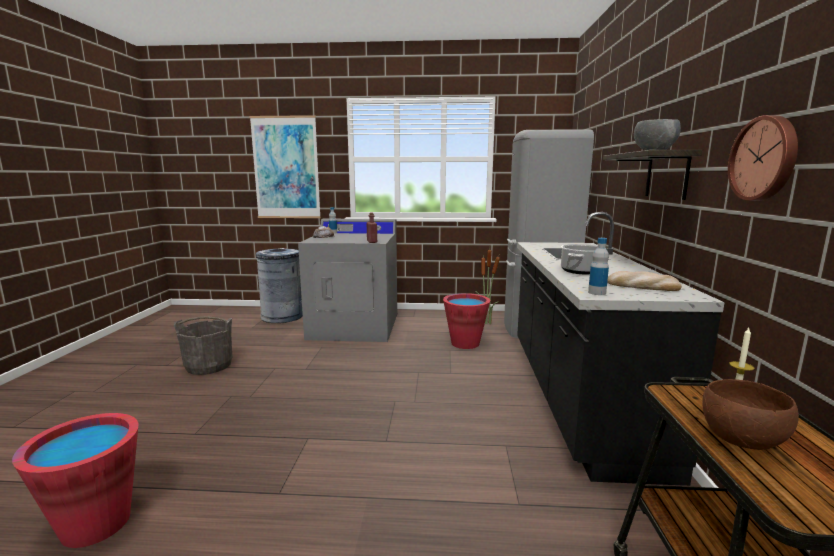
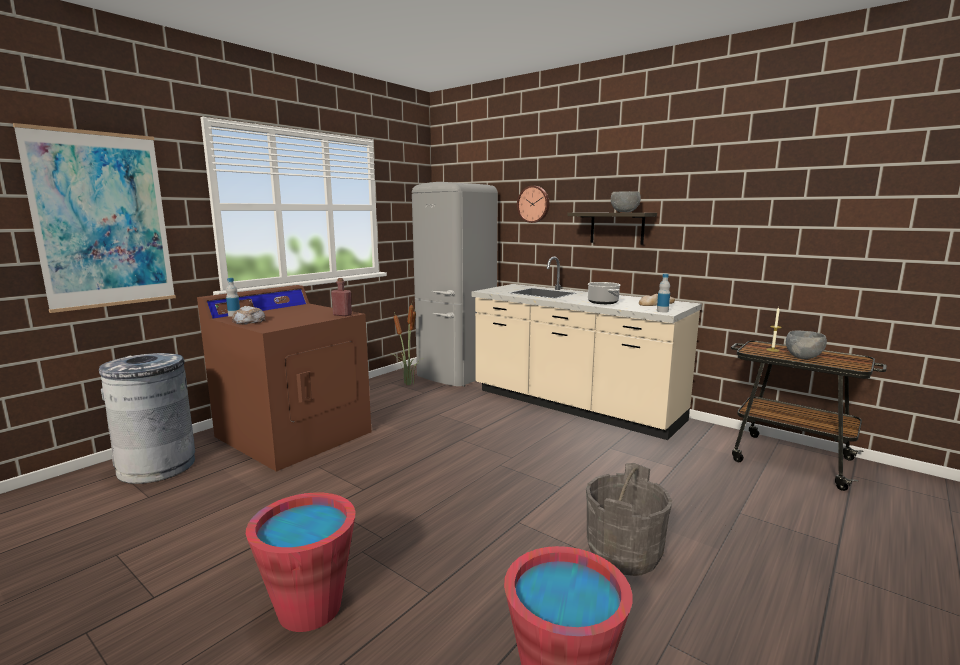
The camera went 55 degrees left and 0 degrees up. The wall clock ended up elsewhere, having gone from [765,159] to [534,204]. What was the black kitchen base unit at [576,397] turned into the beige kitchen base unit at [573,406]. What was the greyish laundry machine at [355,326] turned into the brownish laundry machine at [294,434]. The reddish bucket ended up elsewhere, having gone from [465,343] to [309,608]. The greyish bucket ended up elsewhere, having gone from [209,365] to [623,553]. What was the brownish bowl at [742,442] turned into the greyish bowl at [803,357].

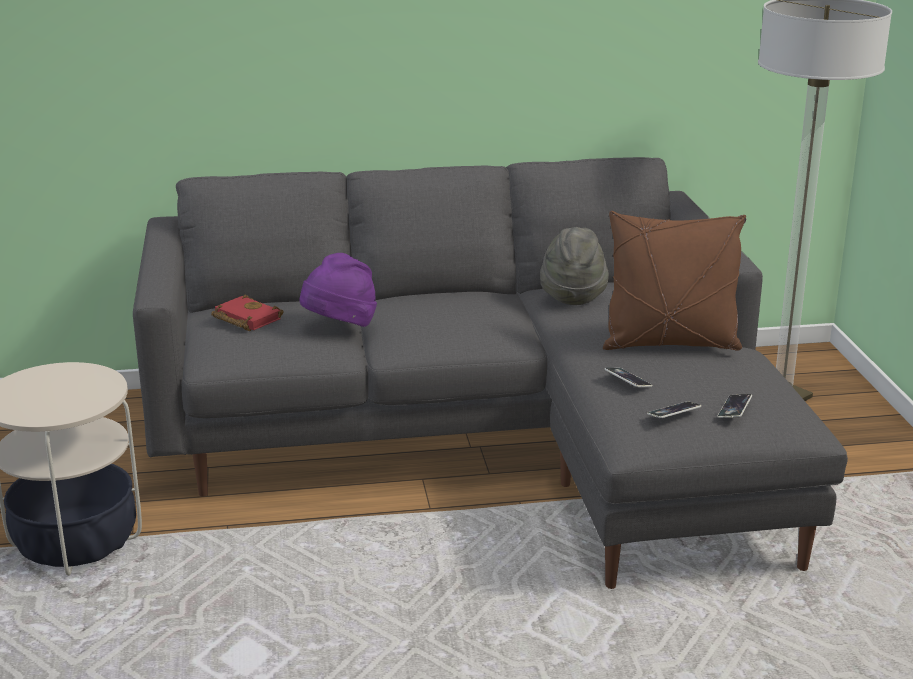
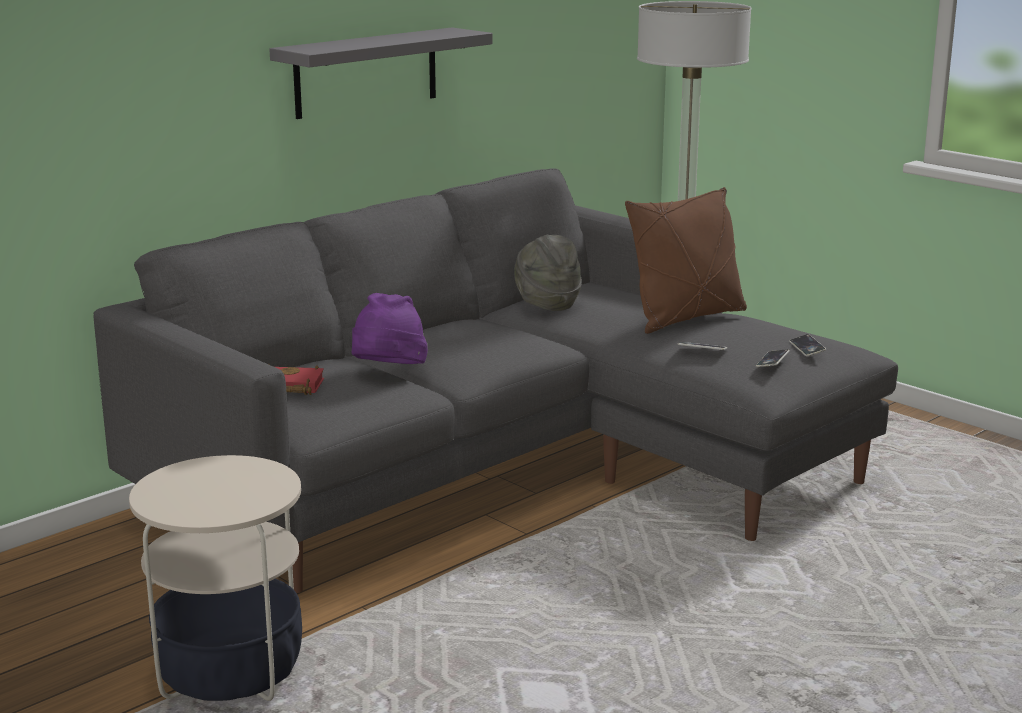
The camera went 35 degrees left and 5 degrees down. The second view gained the greyish bracket shelf at [366,72].

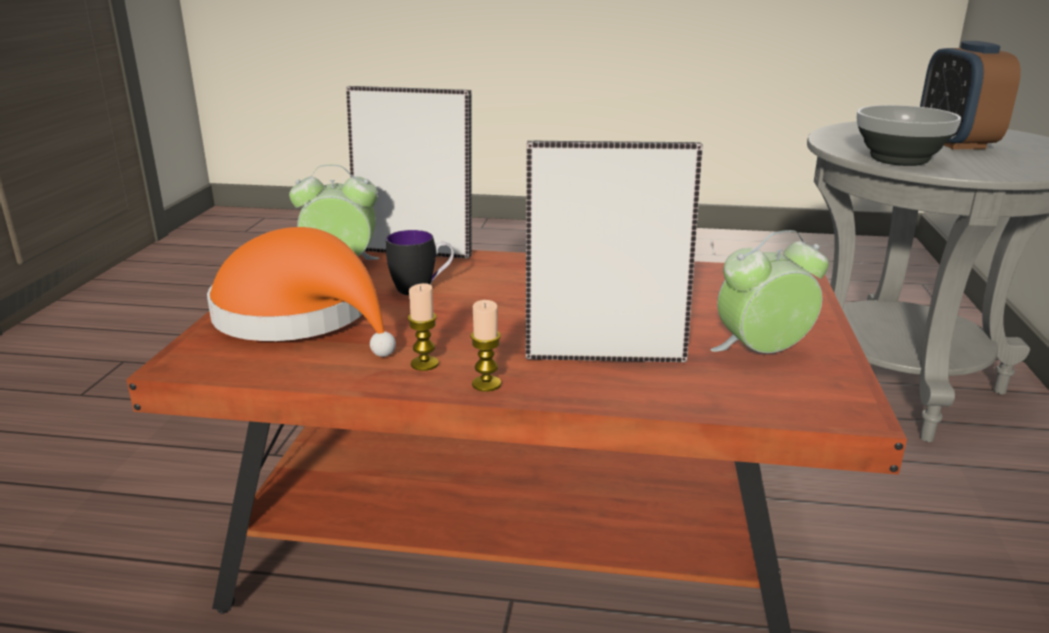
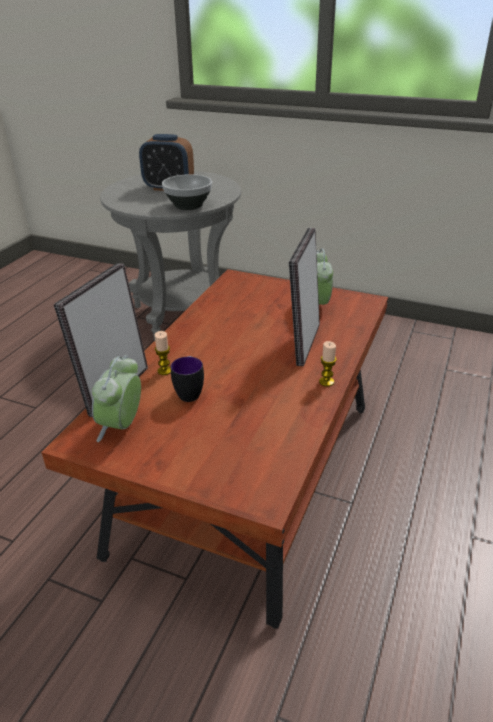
The camera went 75 degrees left and 10 degrees up. The second view lost the orange-coloured clothing hat at [302,318]. The wax candle ended up elsewhere, having gone from [424,364] to [164,371].

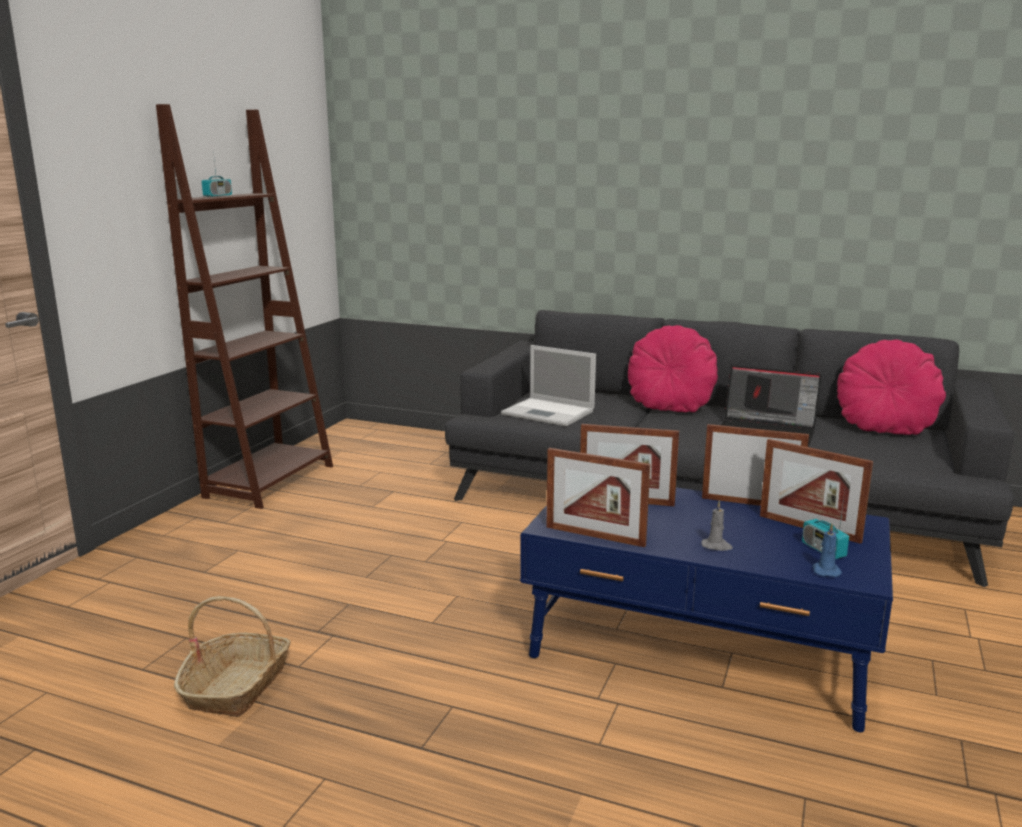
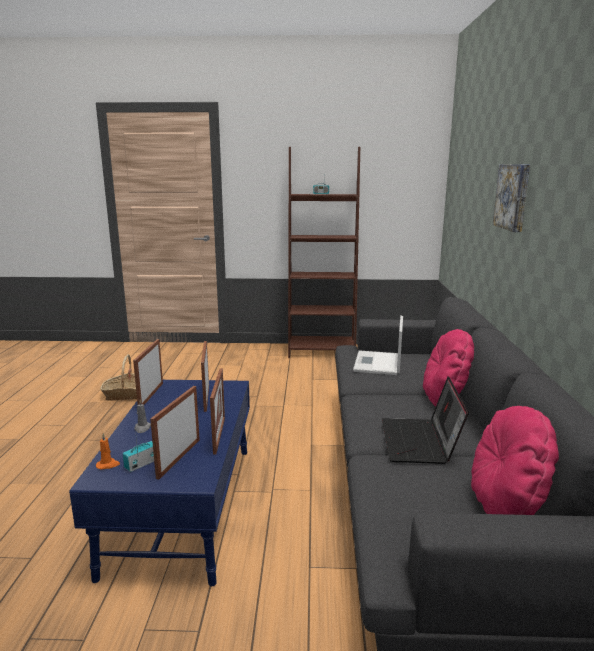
The camera went 70 degrees right and 0 degrees up. What was the blue wax candle at [825,571] turned into the orange-coloured wax candle at [108,465]. The second view gained the picture at [513,196].

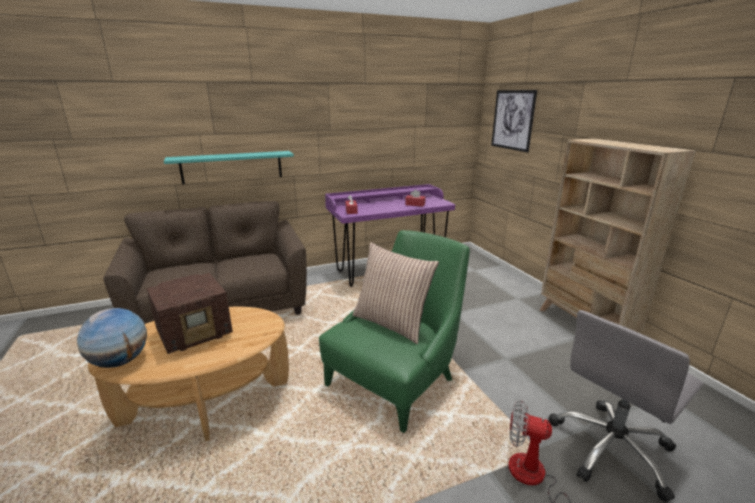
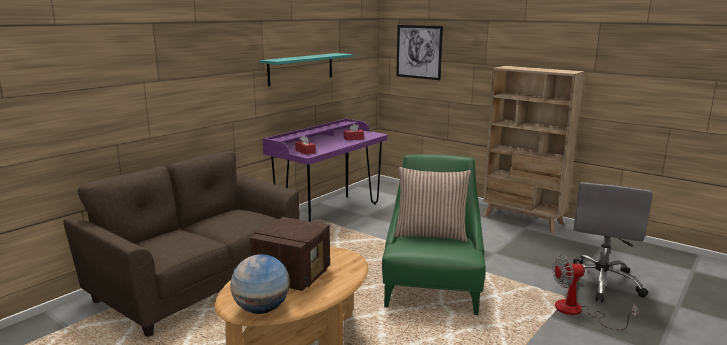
The camera went 30 degrees left and 5 degrees down. The turquoise-coloured bracket shelf ended up elsewhere, having gone from [232,167] to [301,69].

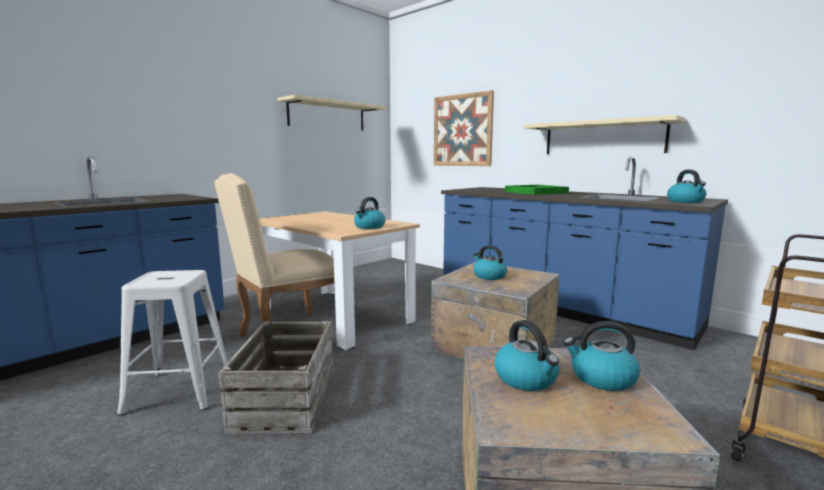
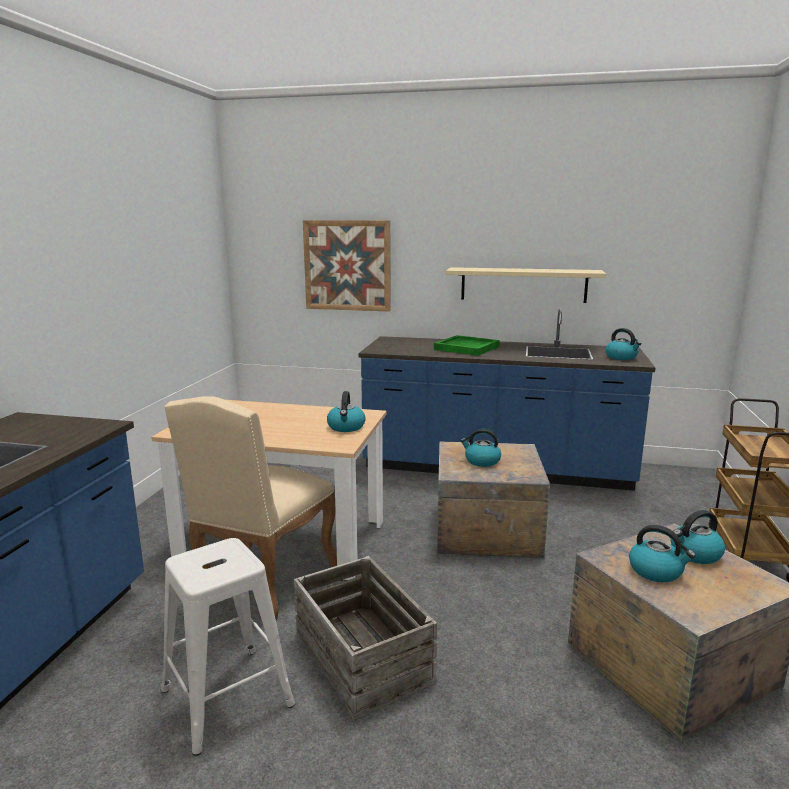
The camera went 30 degrees left and 5 degrees up. The second view lost the beige bracket shelf at [327,116].

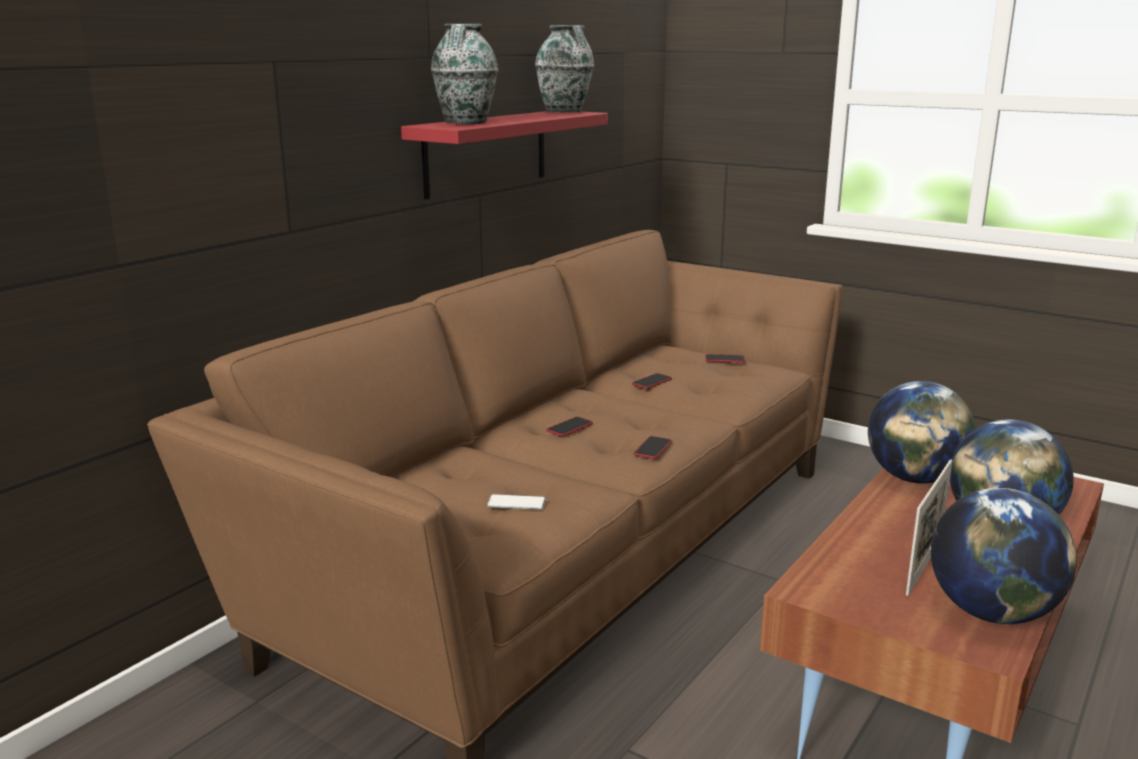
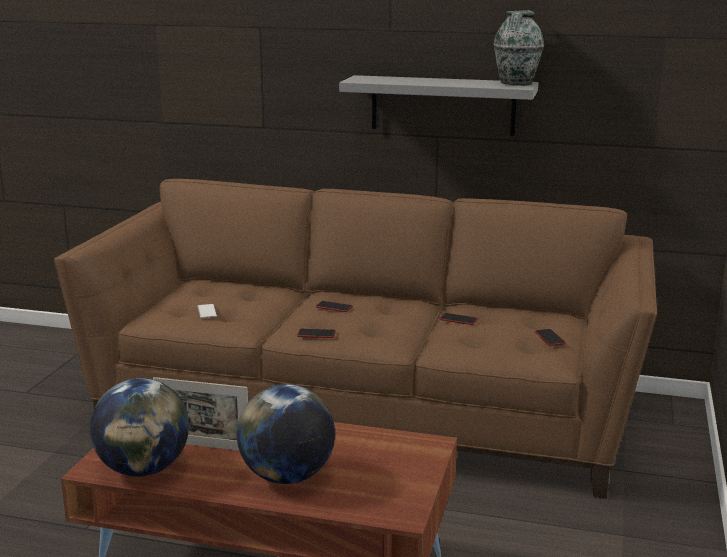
The camera went 70 degrees right and 0 degrees up. The second view lost the decorative vase at [466,122]. What was the reddish bracket shelf at [486,152] turned into the greyish bracket shelf at [443,105]. The second view lost the globe at [914,478].

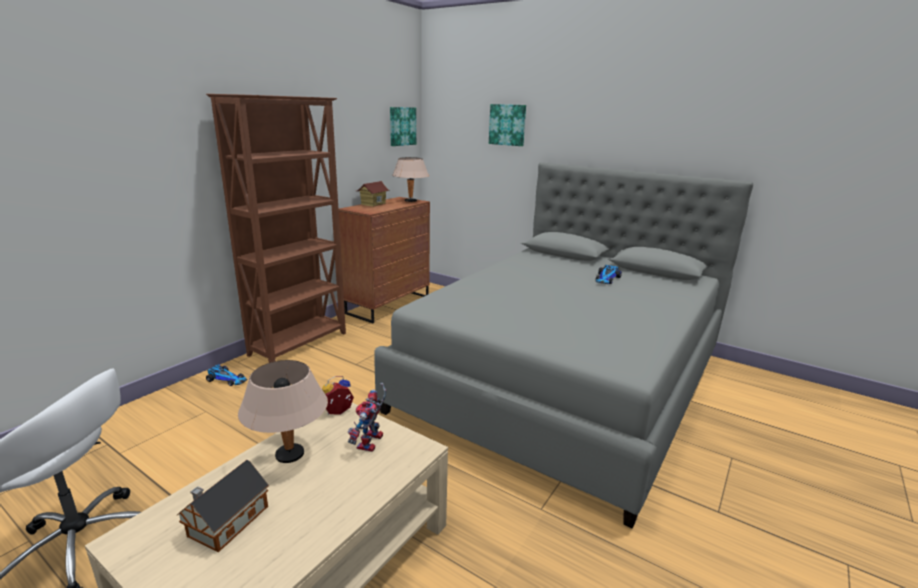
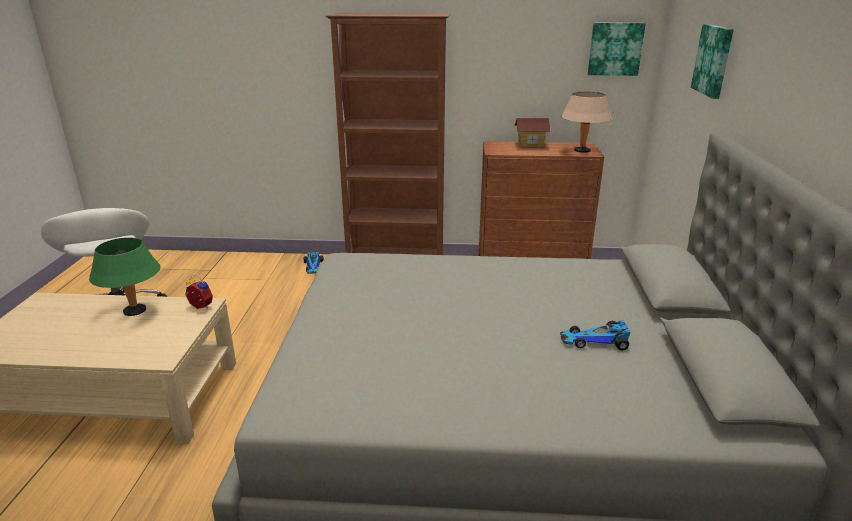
The camera went 60 degrees right and 5 degrees up. What was the beige tabletop lamp at [289,455] turned into the green-coloured tabletop lamp at [134,311]. The second view lost the robot figure at [371,444]. The second view lost the toy house at [225,523].

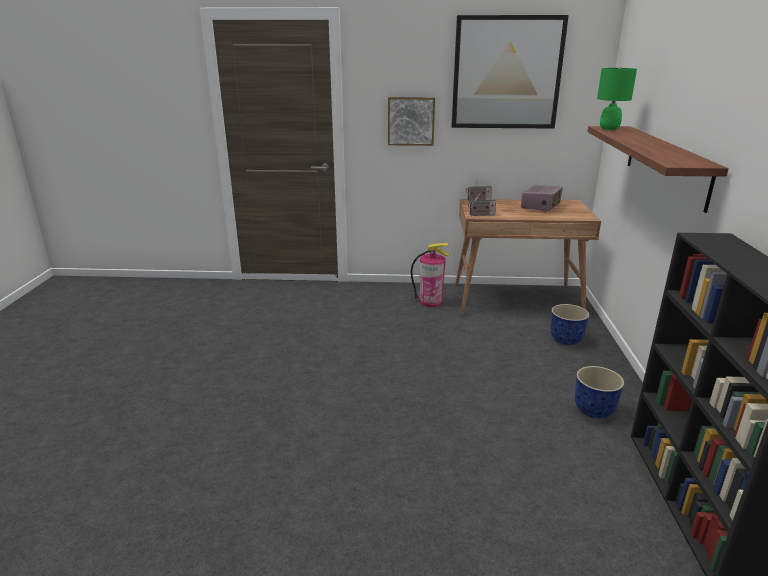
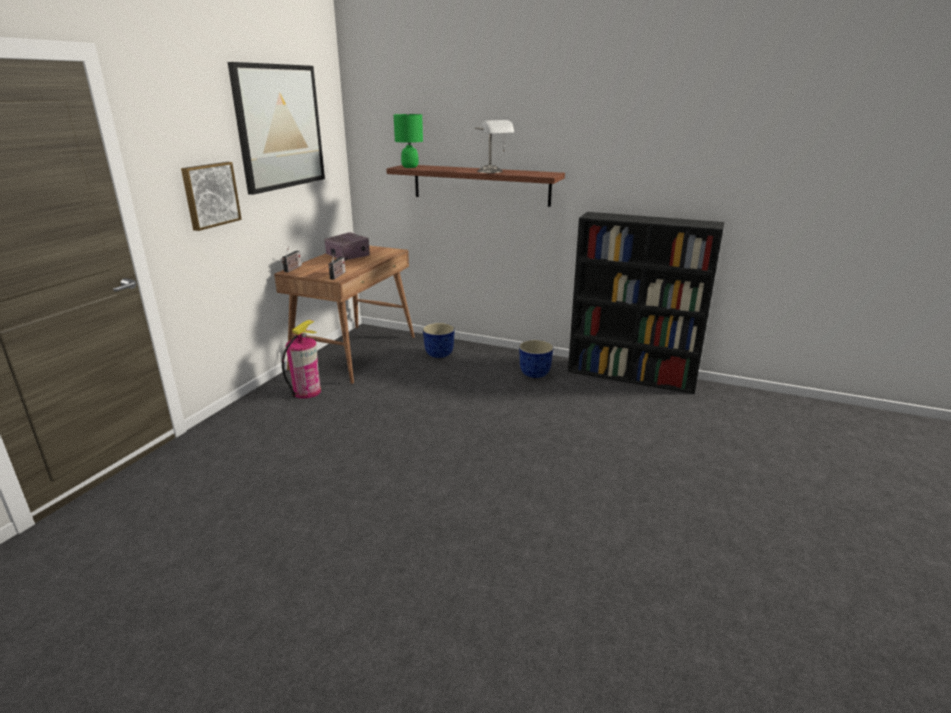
The camera went 70 degrees left and 0 degrees up. The second view gained the white tabletop lamp at [493,172].

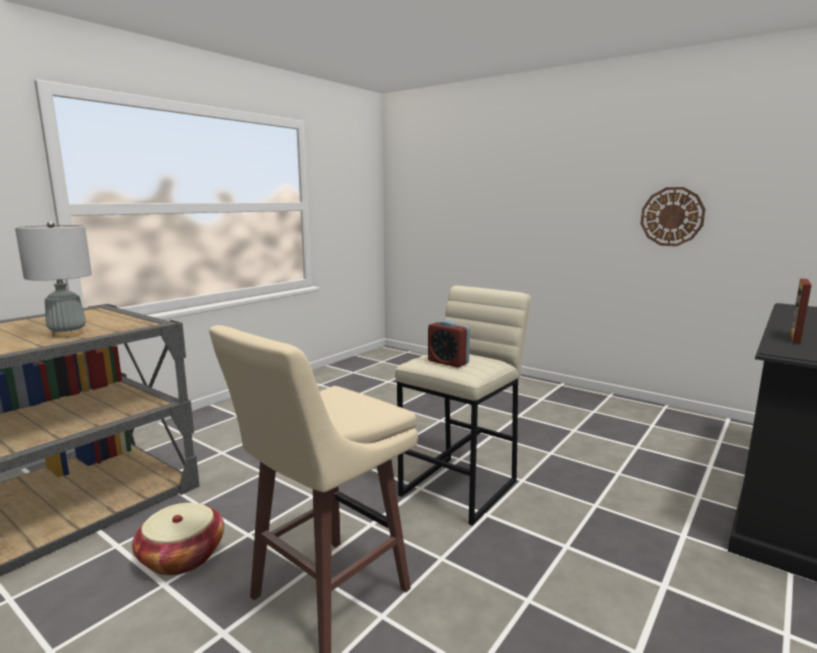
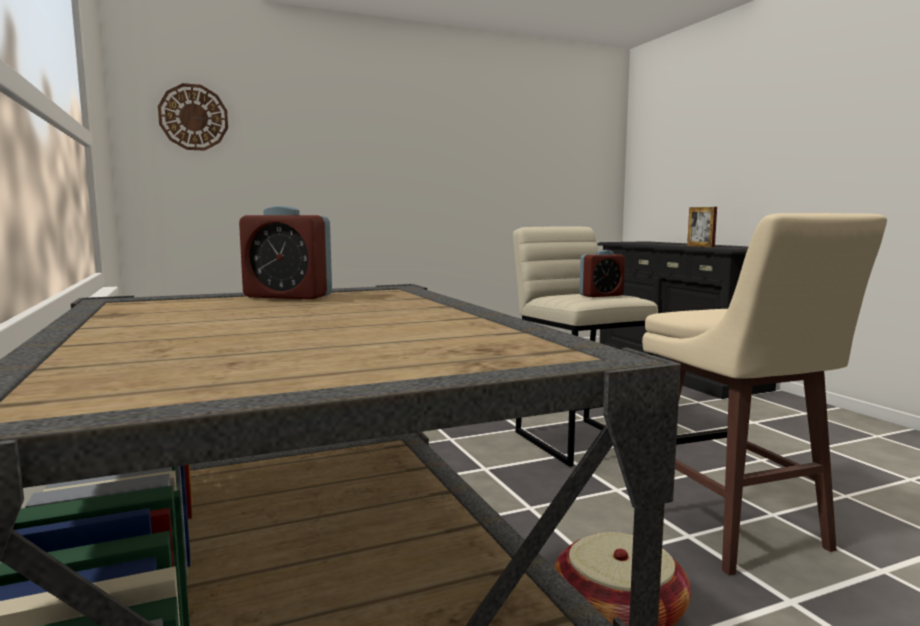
The camera went 60 degrees left and 5 degrees down. The wall clock ended up elsewhere, having gone from [672,216] to [193,117]. The second view lost the greyish tabletop lamp at [68,334]. The second view gained the bedside clock at [288,296].

